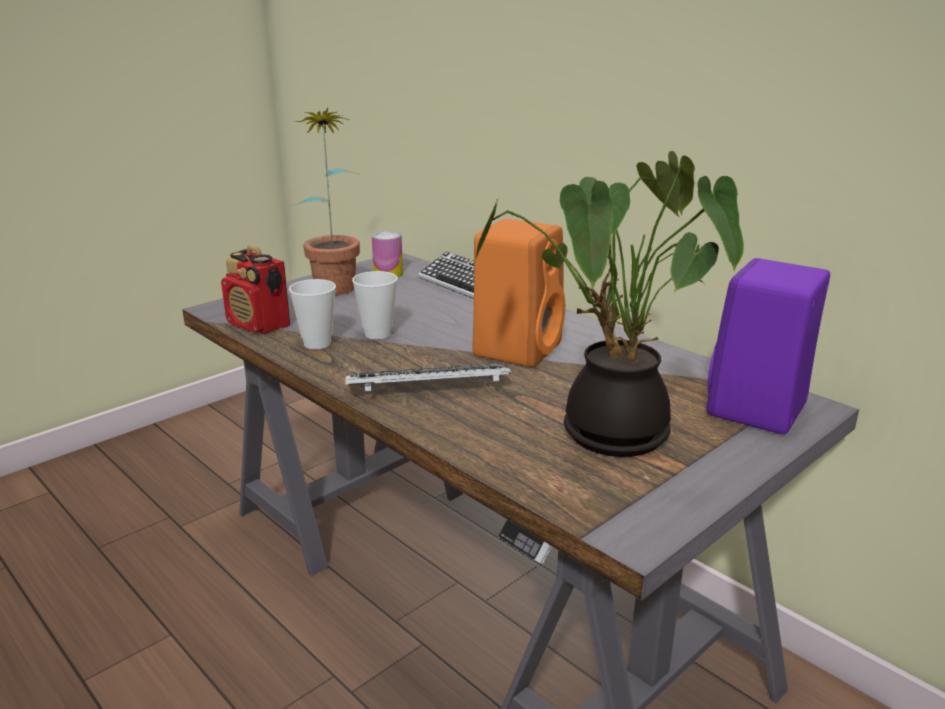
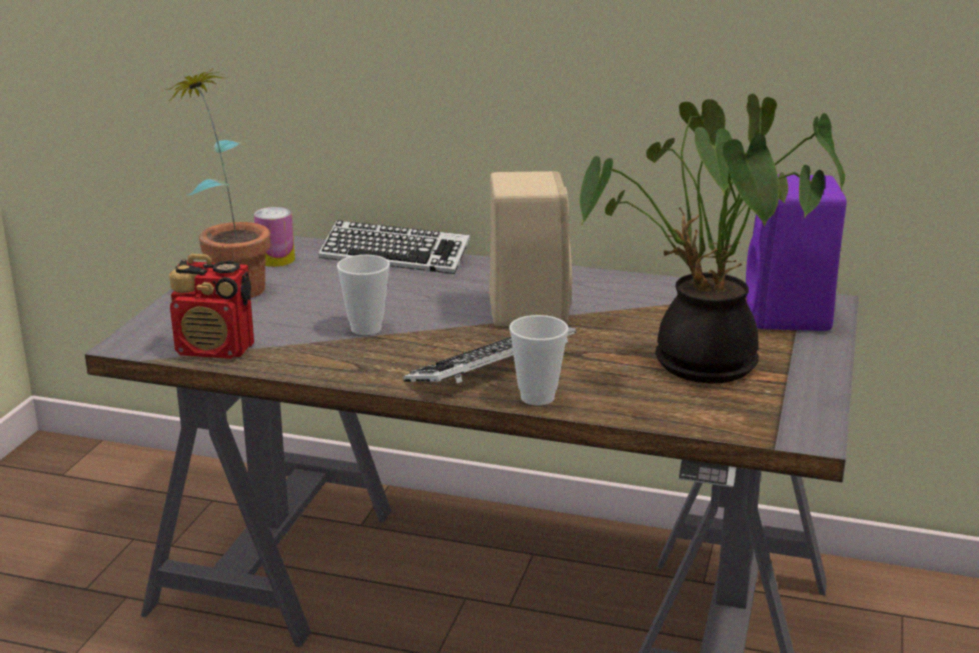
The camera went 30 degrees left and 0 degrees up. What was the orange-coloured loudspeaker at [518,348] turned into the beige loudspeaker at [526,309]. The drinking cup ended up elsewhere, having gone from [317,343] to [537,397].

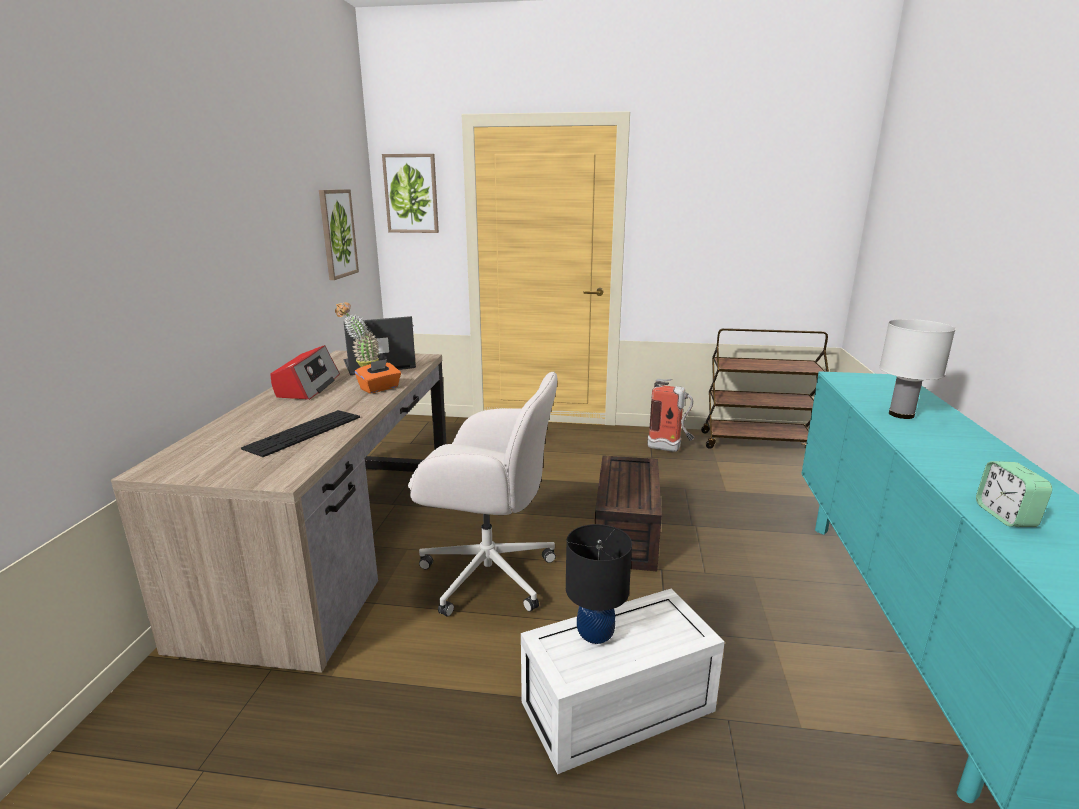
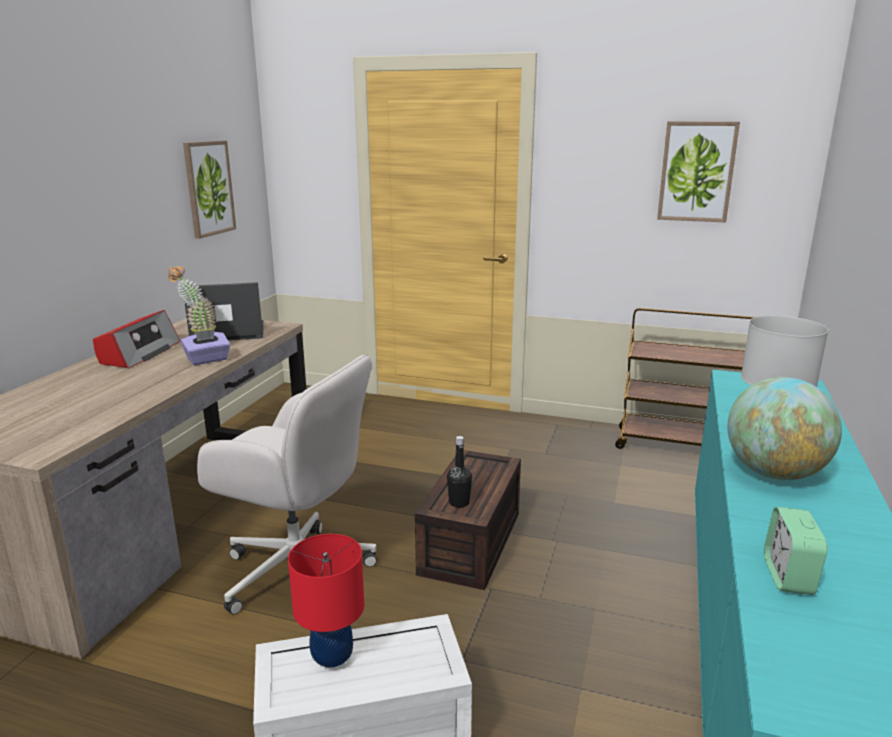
The camera went 10 degrees right and 0 degrees up. The picture ended up elsewhere, having gone from [411,194] to [696,172]. What was the orange-coloured box of tissues at [379,388] turned into the purple box of tissues at [208,360]. The second view lost the extinguisher at [670,449]. The second view lost the computer keyboard at [304,432]. What was the black tabletop lamp at [594,634] turned into the reddish tabletop lamp at [331,656]. The second view gained the globe at [774,473]. The second view gained the black beverage bottle at [459,502].

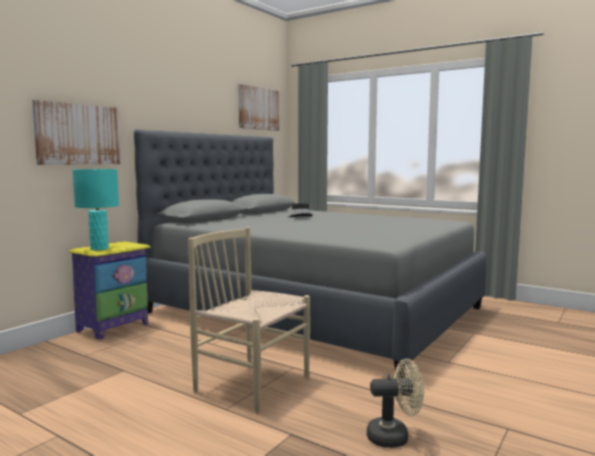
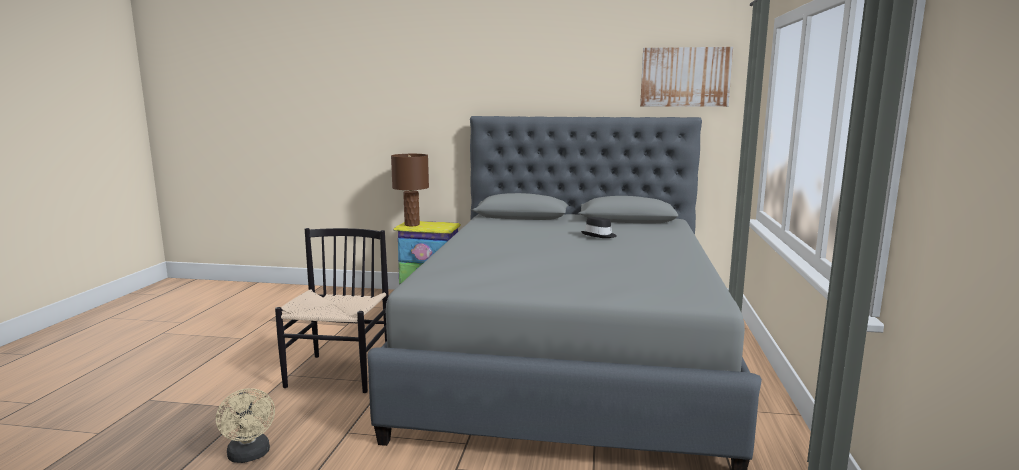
The camera went 65 degrees right and 5 degrees up. The second view lost the picture at [78,134]. What was the turquoise-coloured tabletop lamp at [99,248] turned into the brownish tabletop lamp at [412,224]. What was the beige upright chair at [249,382] turned into the black upright chair at [341,371].

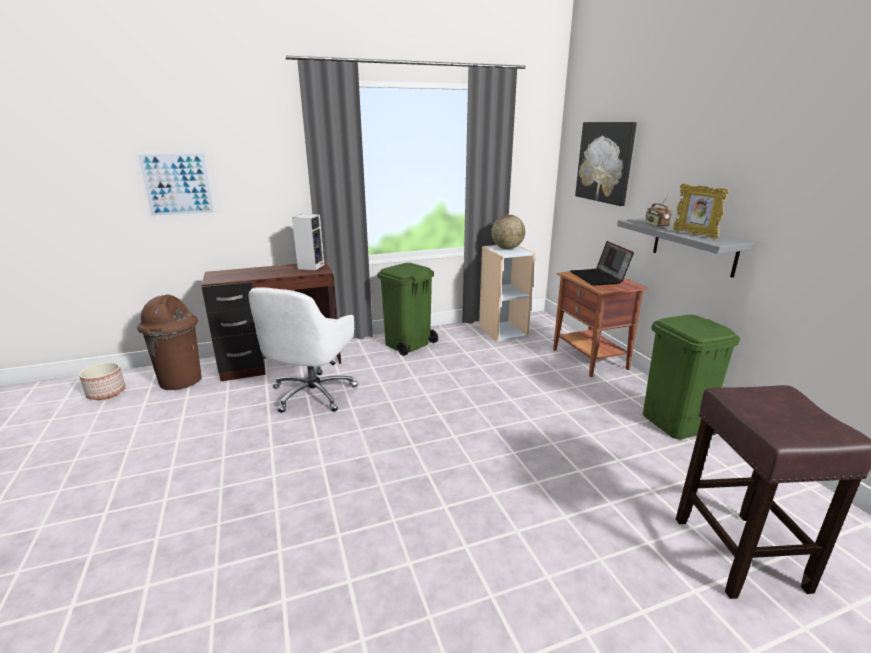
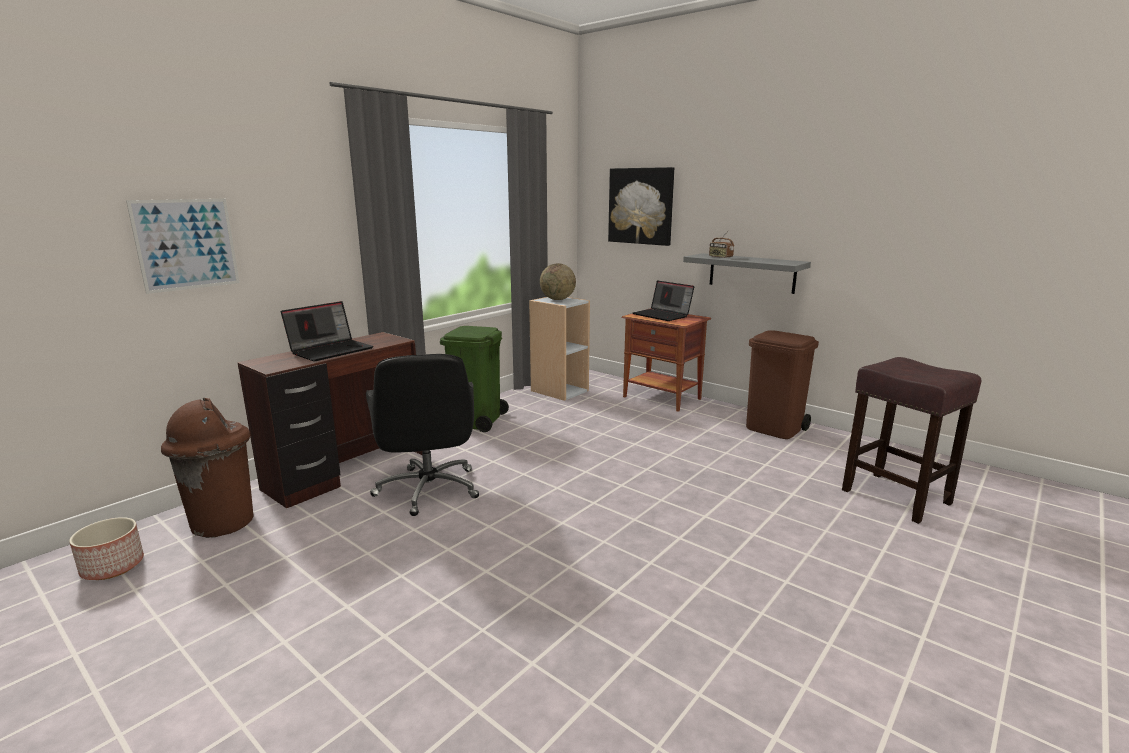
The camera went 30 degrees left and 5 degrees down. The second view lost the standing frame at [694,234]. The second view lost the loudspeaker at [311,266]. What was the white computer chair at [312,393] turned into the black computer chair at [428,489]. What was the green-coloured trash can at [675,423] turned into the brownish trash can at [774,429]. The second view gained the laptop at [331,350].

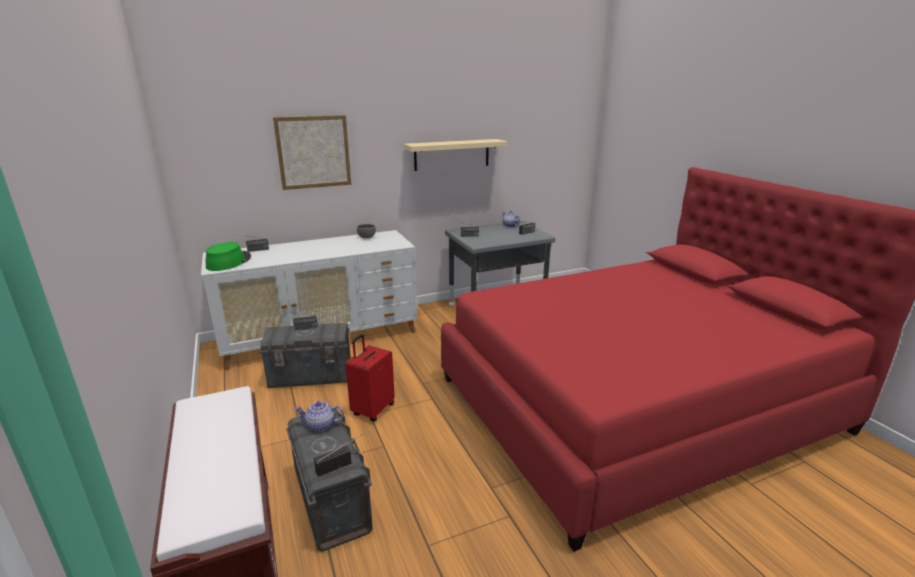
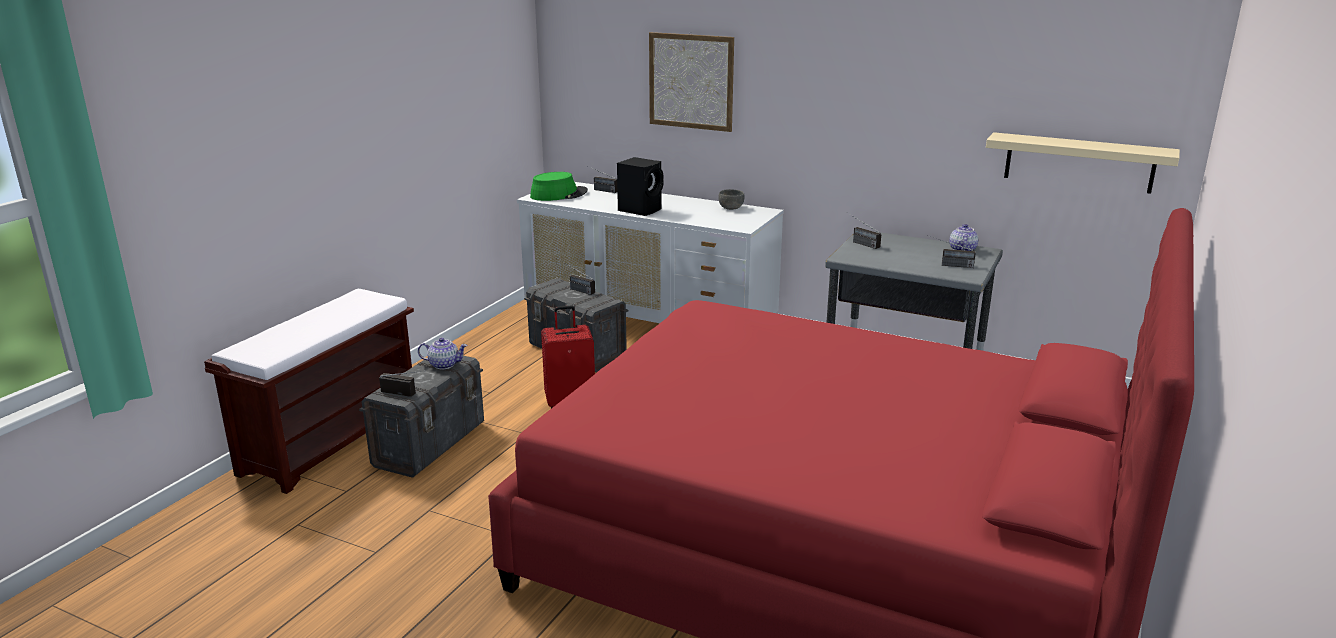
The camera went 50 degrees right and 0 degrees up. The beige bracket shelf ended up elsewhere, having gone from [452,154] to [1079,162]. The teapot at [321,425] ended up facing another way, 135 degrees clockwise from before. The second view gained the black loudspeaker at [641,210].

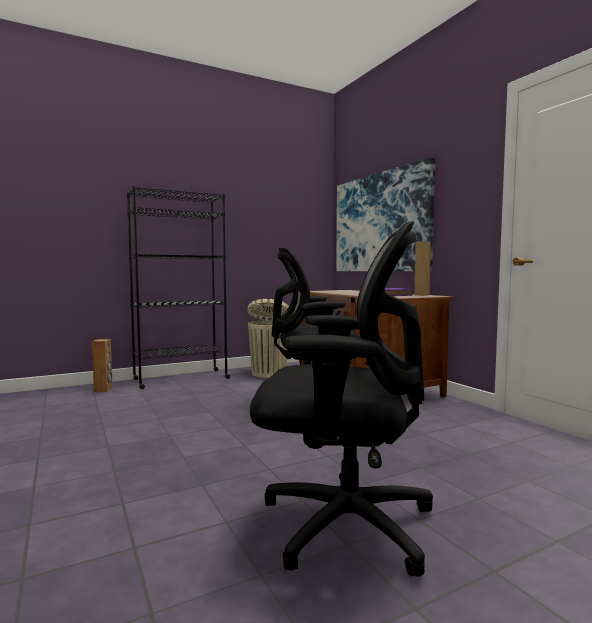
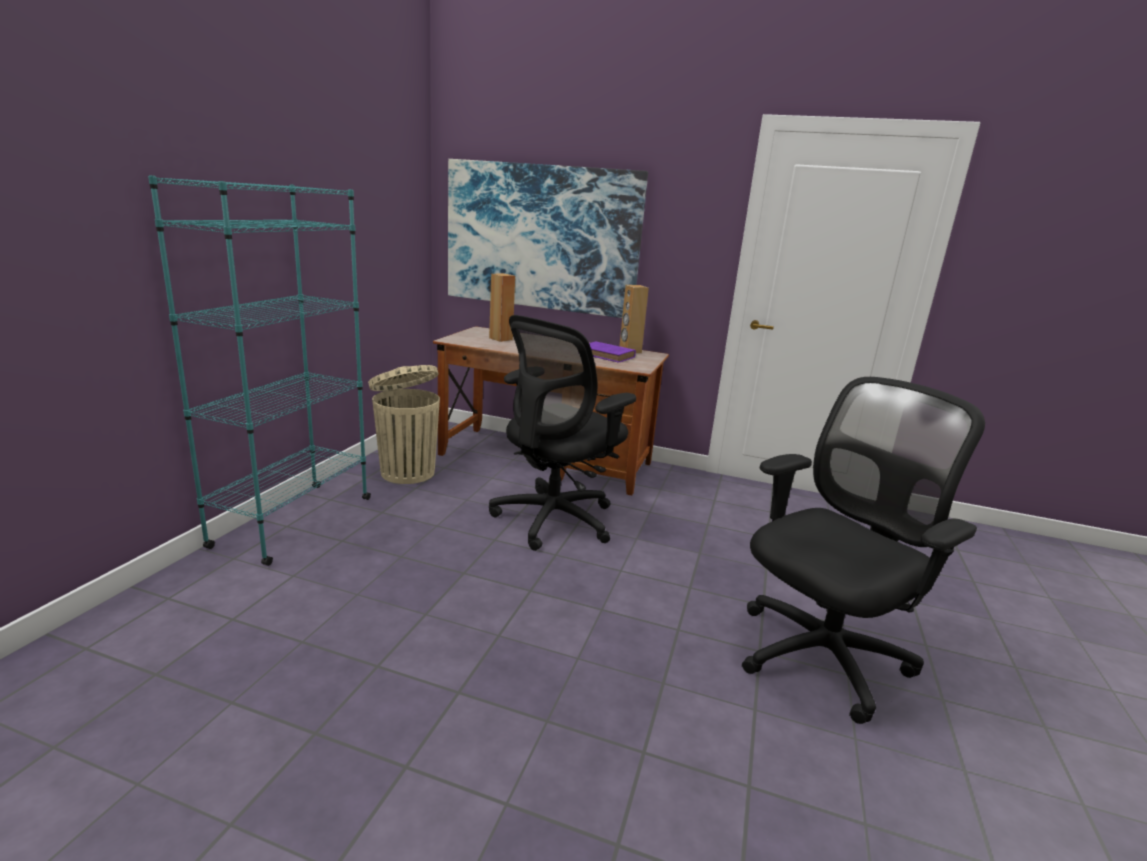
The camera went 45 degrees left and 15 degrees up. What was the black shelving unit at [181,379] turned into the turquoise-coloured shelving unit at [293,522]. The brownish loudspeaker ended up elsewhere, having gone from [103,390] to [501,339].

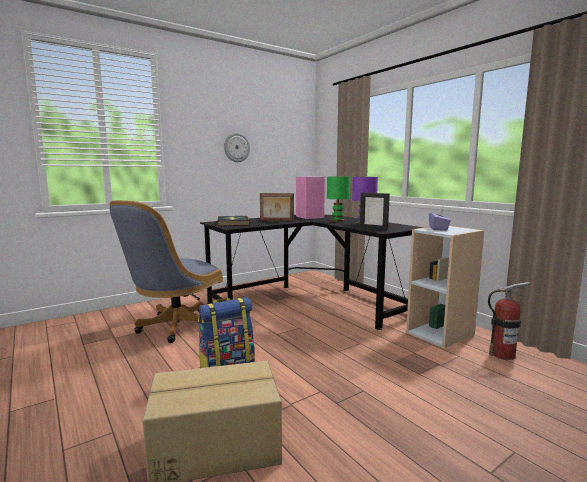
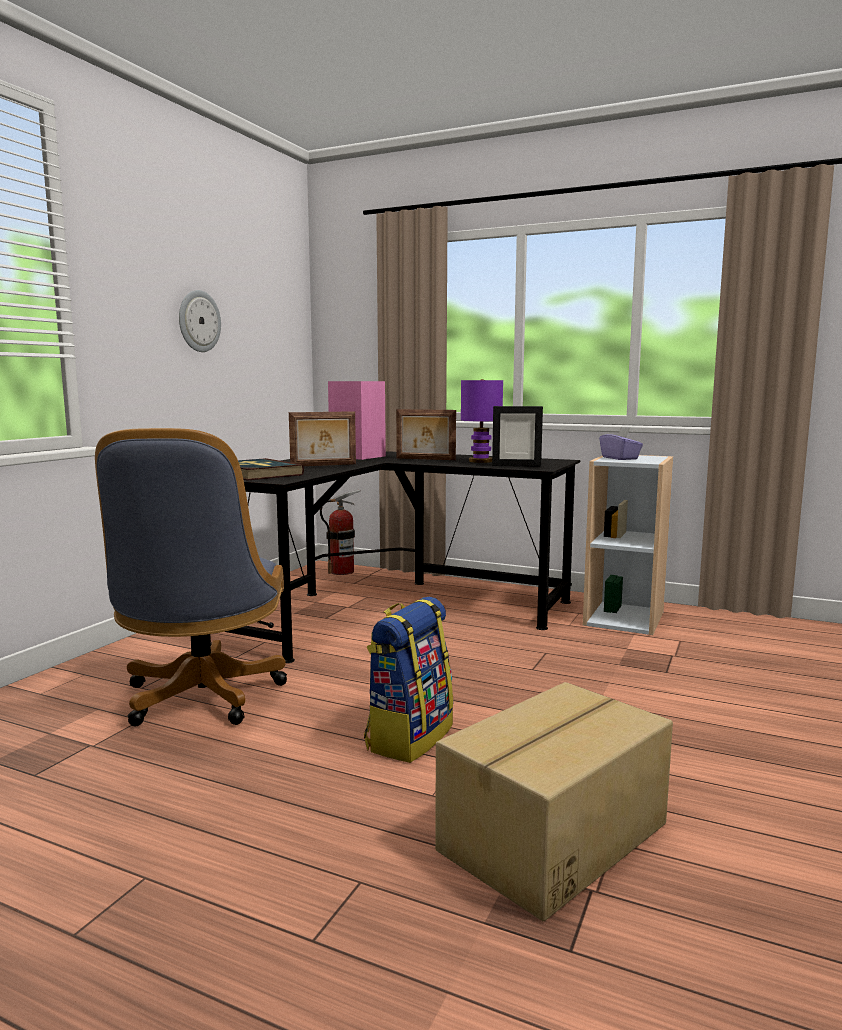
The camera went 30 degrees left and 0 degrees up. Where the green-coloured tabletop lamp stood at [338,221], the standing frame came to stand at [425,459]. The extinguisher ended up elsewhere, having gone from [502,354] to [342,571].

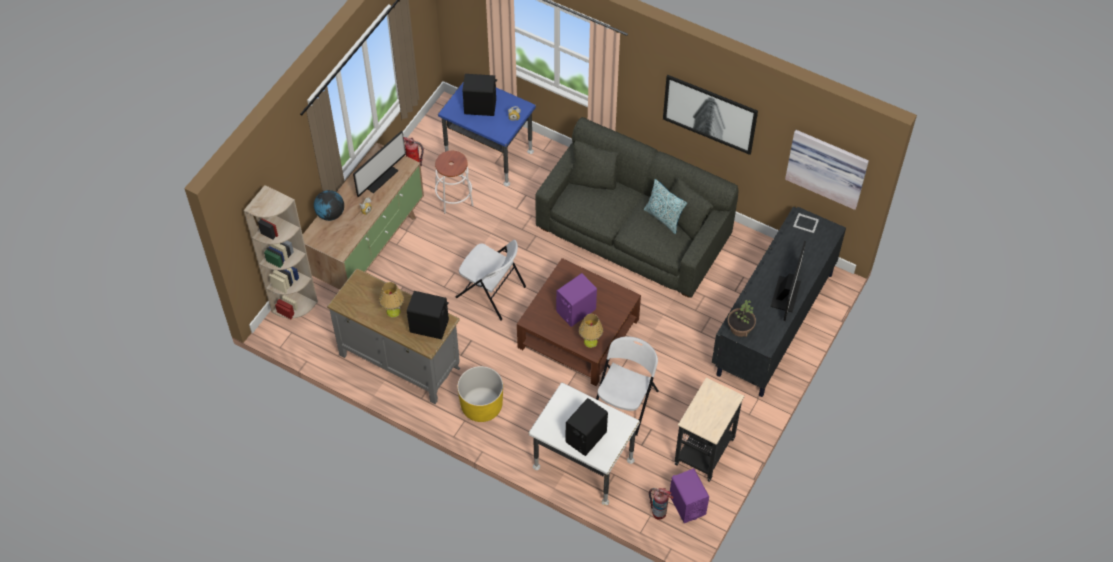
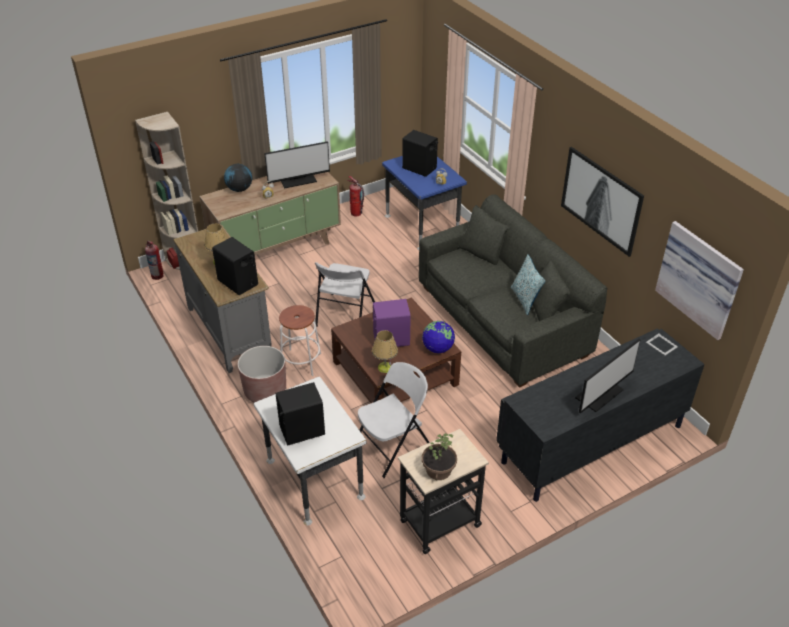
The camera went 30 degrees right and 15 degrees down. The white stool ended up elsewhere, having gone from [454,198] to [301,362]. The white upright chair at [490,292] ended up facing another way, 45 degrees clockwise from before. The houseplant ended up elsewhere, having gone from [739,328] to [438,470]. What was the yellow-coloured planter at [481,406] turned into the brownish planter at [265,391]. The second view lost the purple loudspeaker at [687,505]. The extinguisher ended up elsewhere, having gone from [659,512] to [157,275]. The second view gained the globe at [437,348].

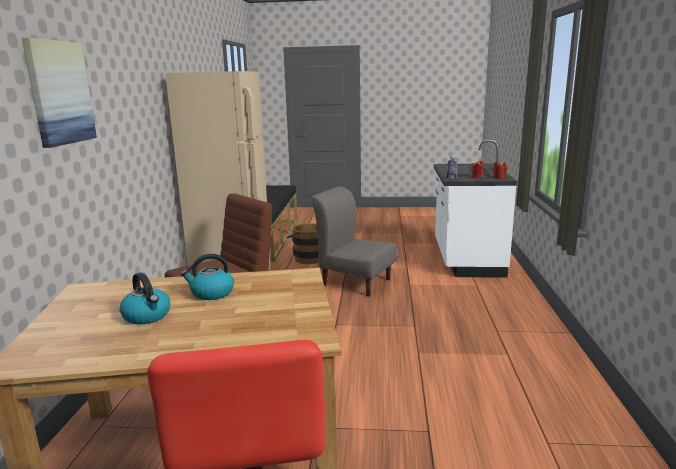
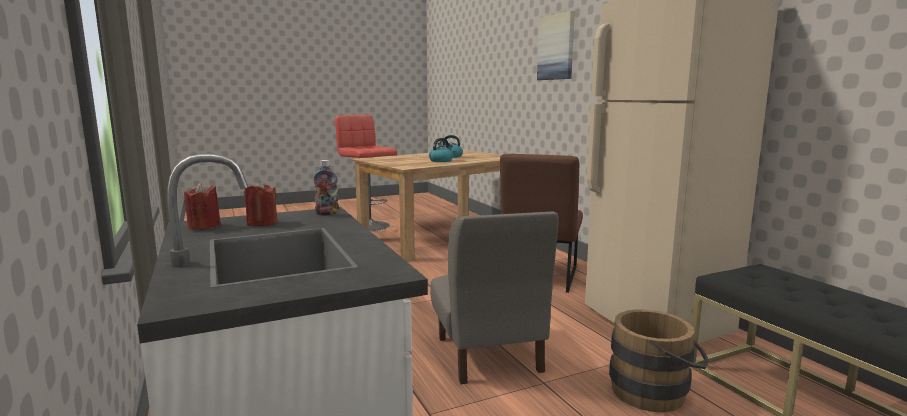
The camera went 150 degrees right and 5 degrees down. The greyish upright chair at [355,282] ended up facing another way, 75 degrees clockwise from before.

